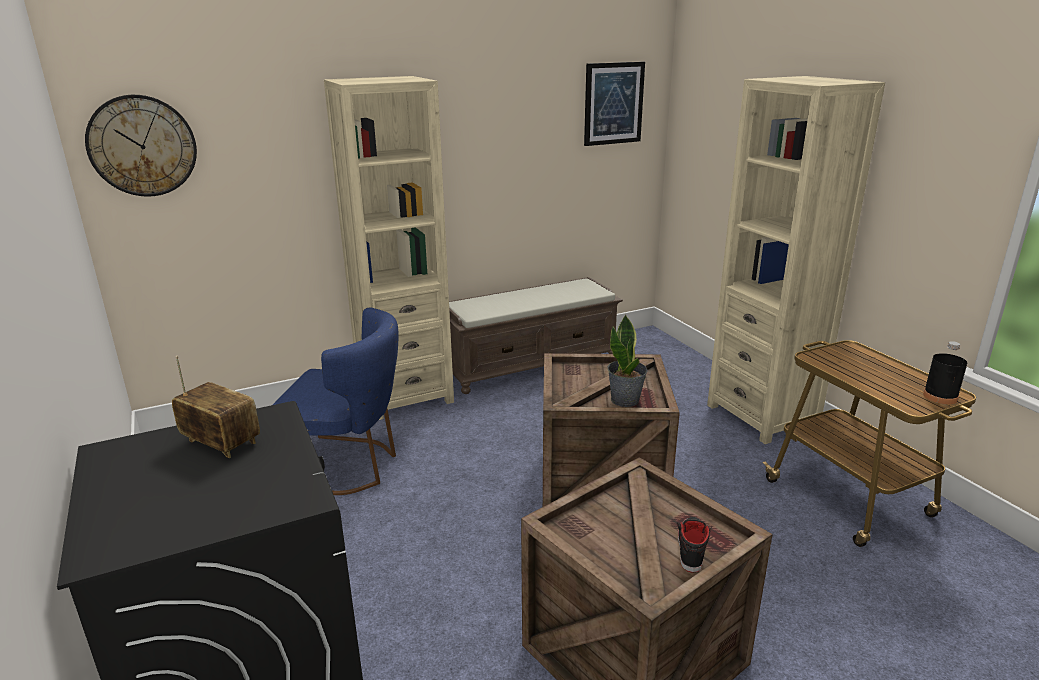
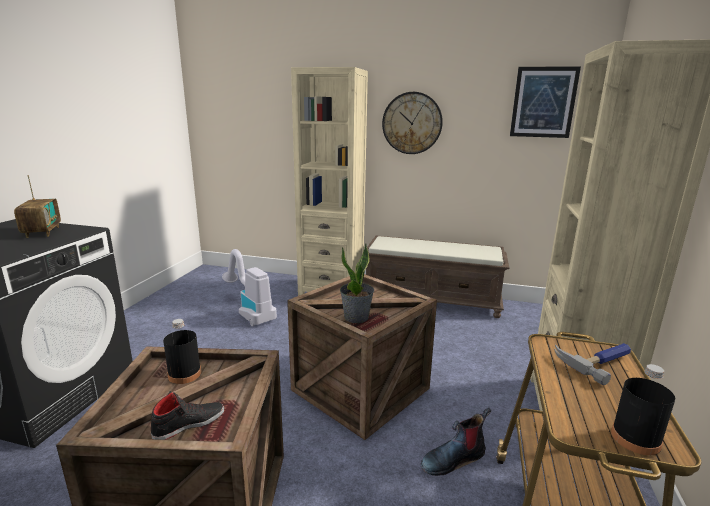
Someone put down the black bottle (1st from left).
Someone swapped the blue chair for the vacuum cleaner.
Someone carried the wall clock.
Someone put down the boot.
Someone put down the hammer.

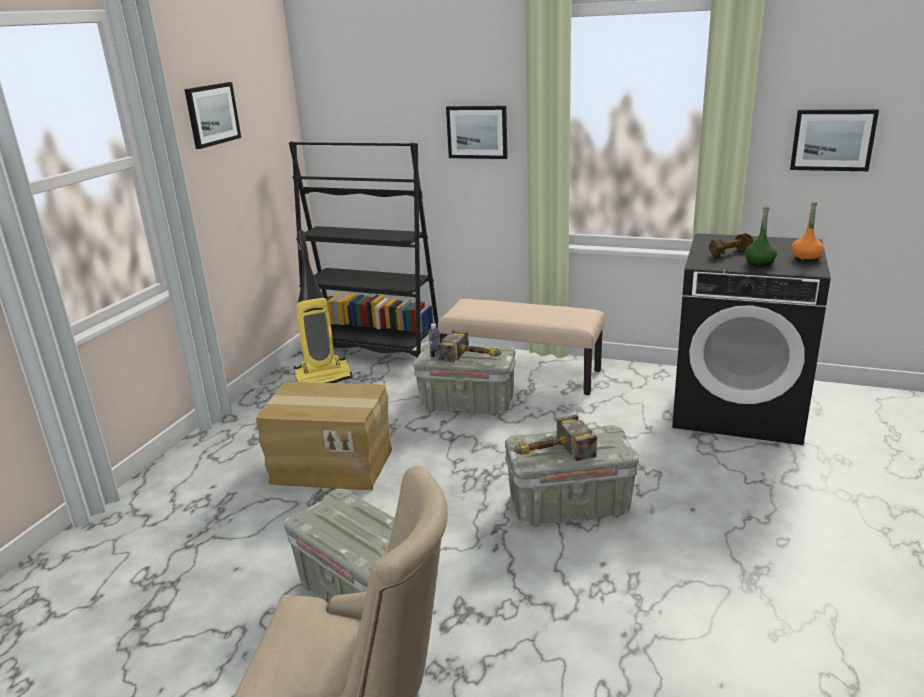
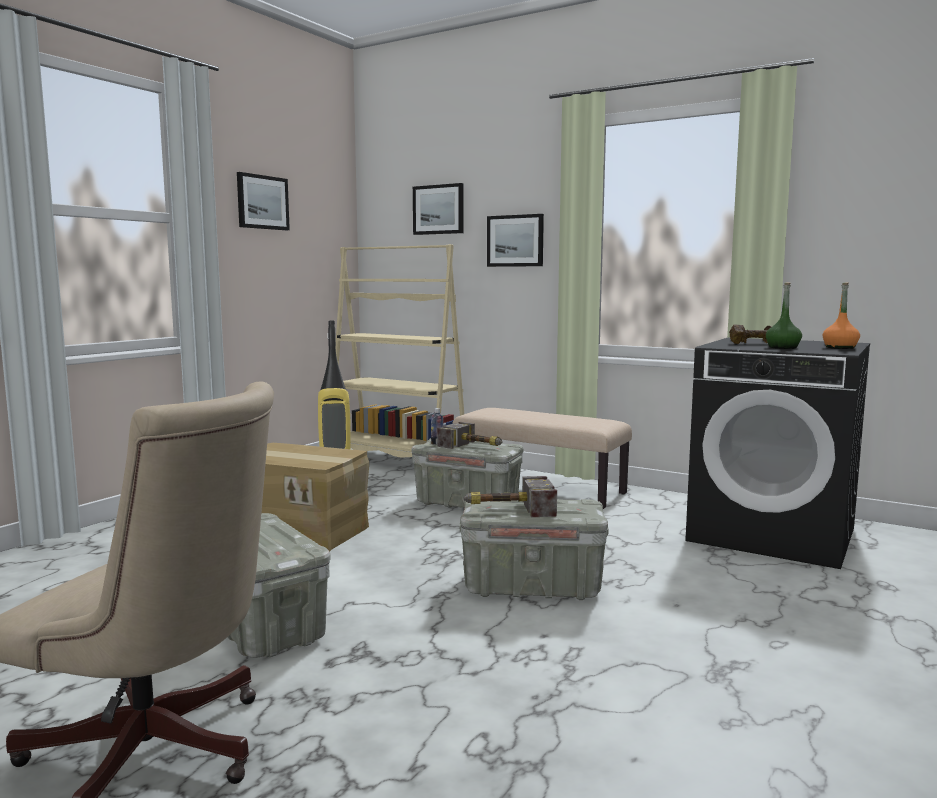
Someone repainted the black bookcase, which became the beige bookcase.
Someone carried the picture (3rd from left in the first image).

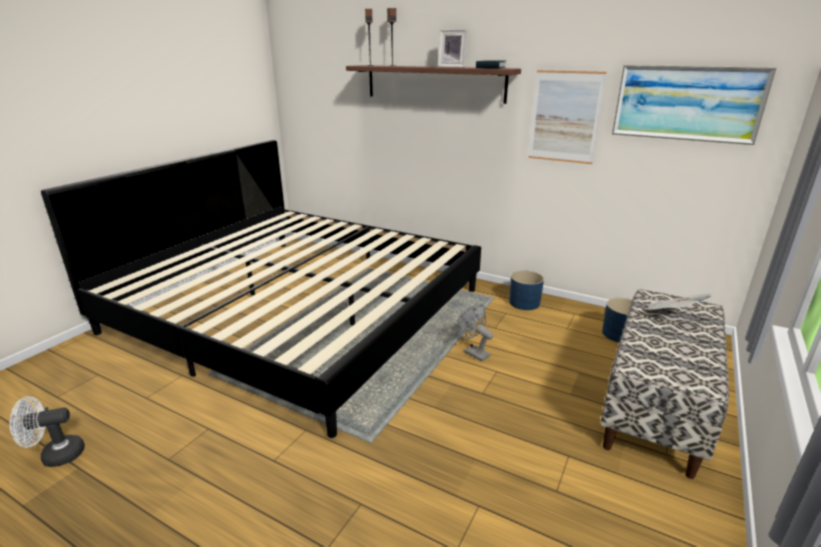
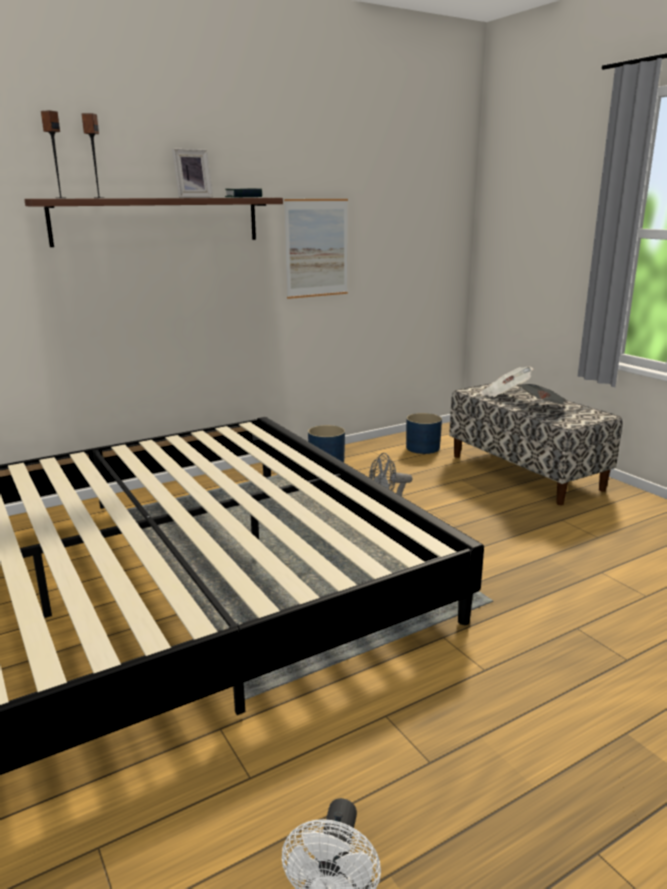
Someone put down the newspaper (2nd from left).
Someone took away the picture (2nd from left).

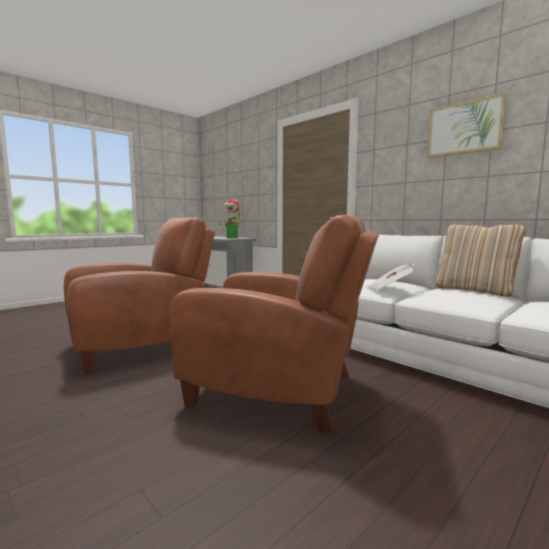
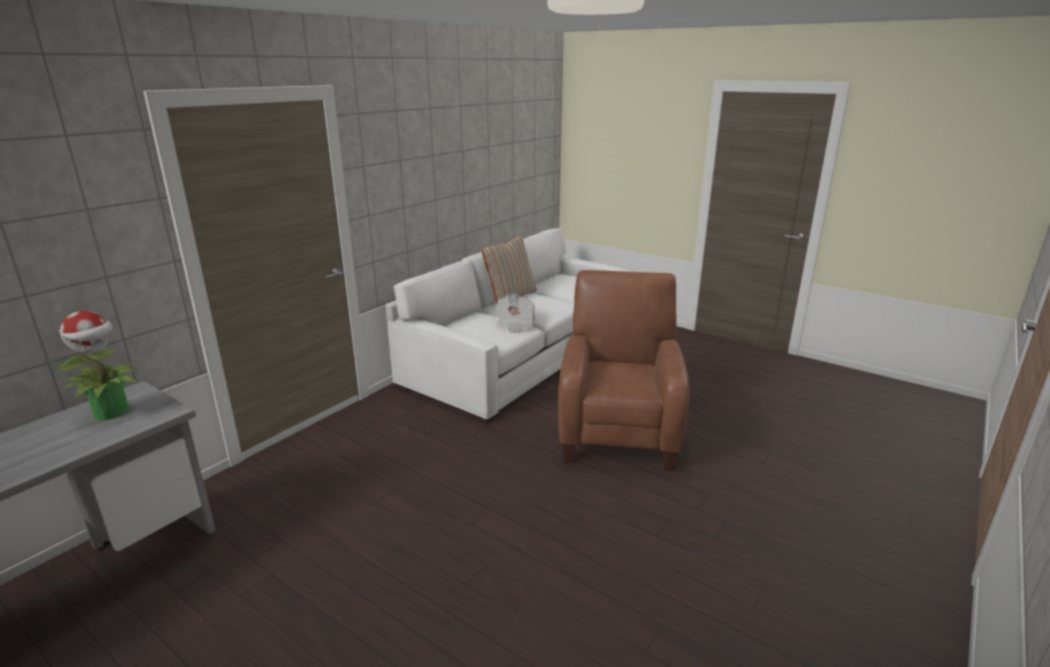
Someone took away the brown armchair (1st from left).
Someone took away the picture.

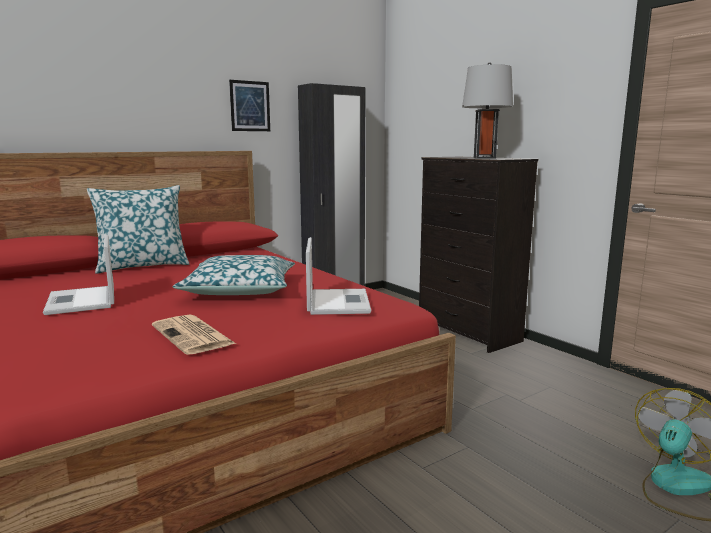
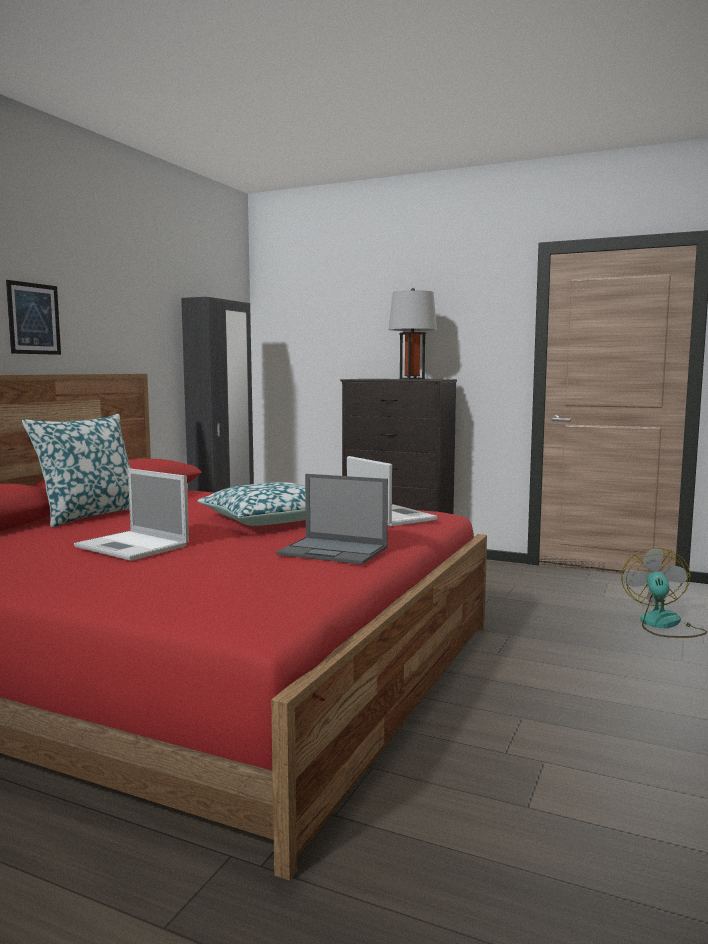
Someone carried the picture.
Someone swapped the newspaper for the laptop (2nd from left).

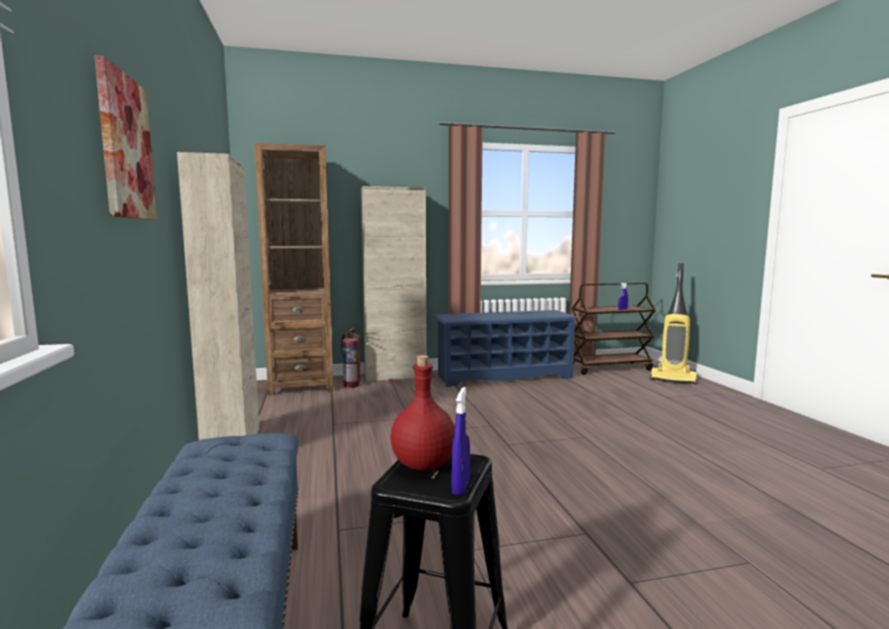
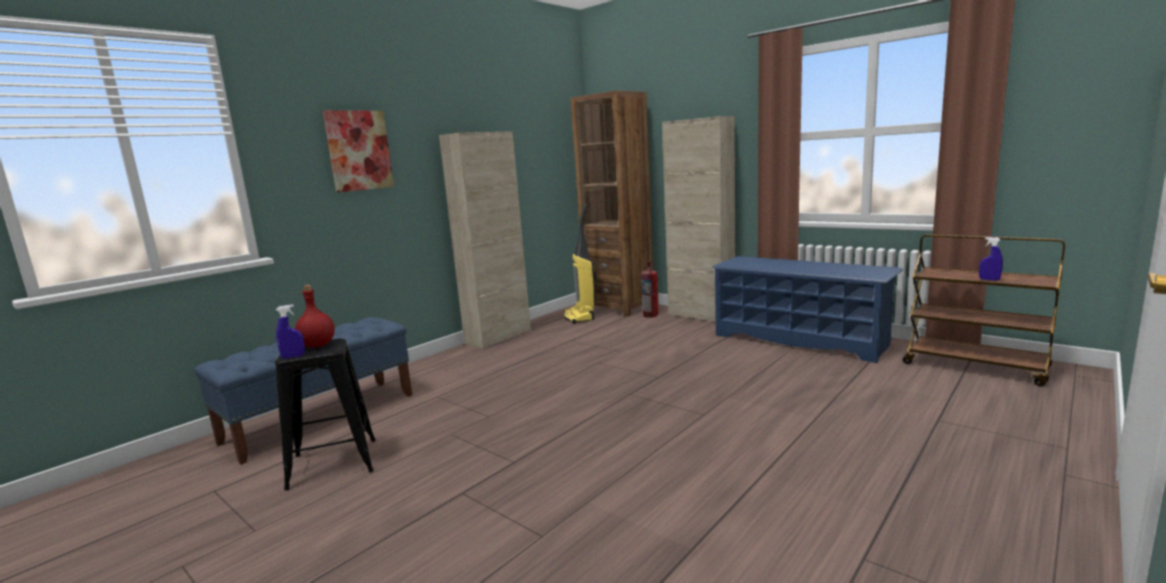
Someone carried the vacuum cleaner.

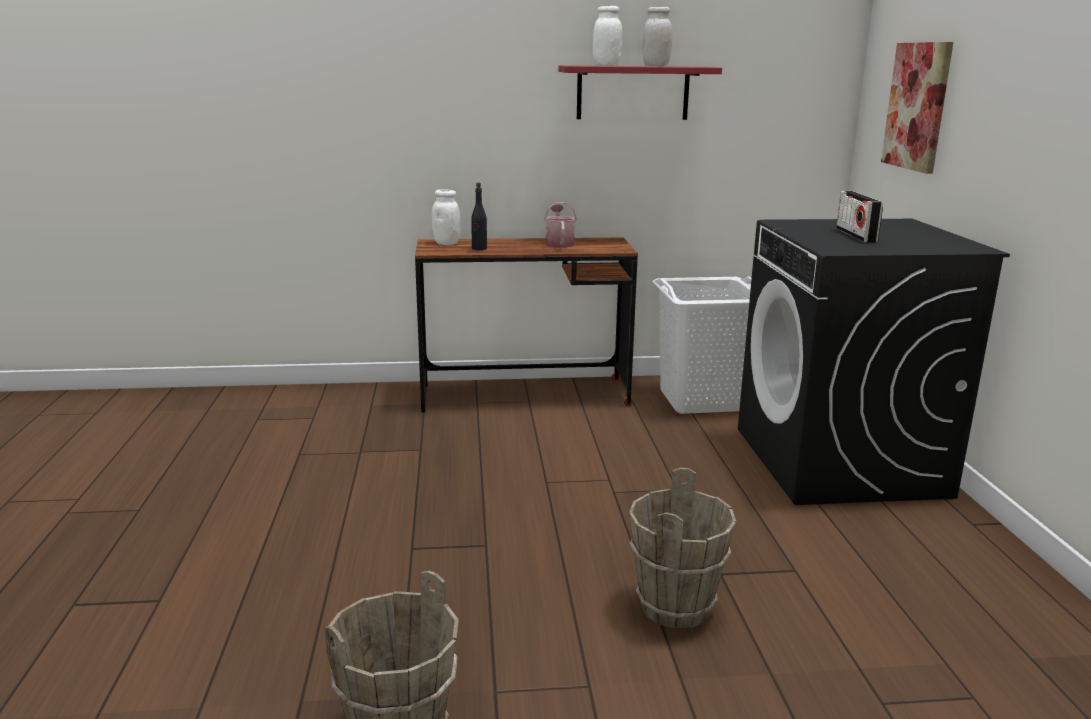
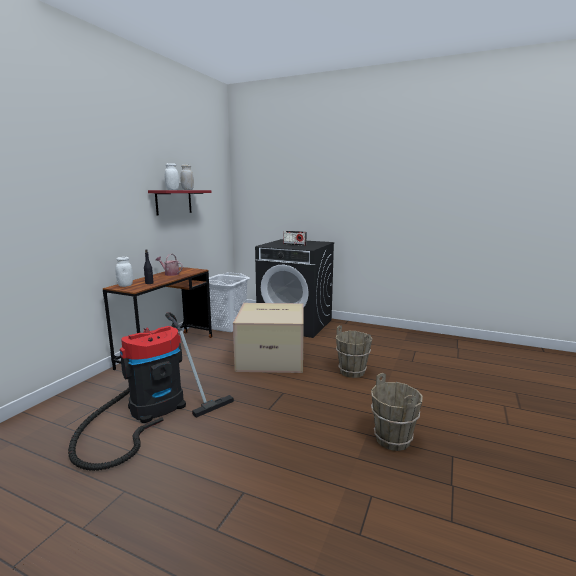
Someone put down the vacuum cleaner.
Someone put down the cardboard box.
Someone took away the picture.

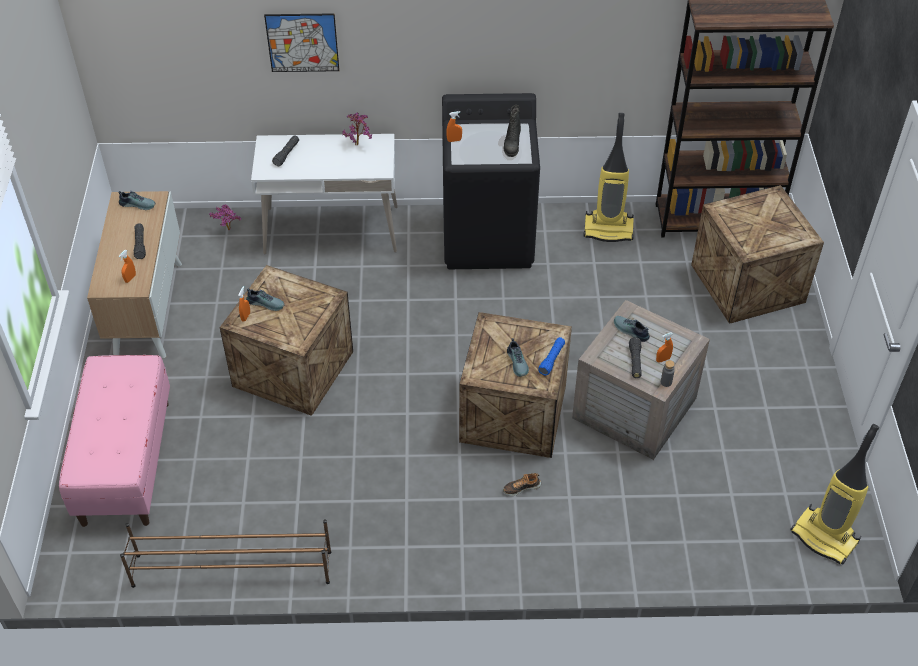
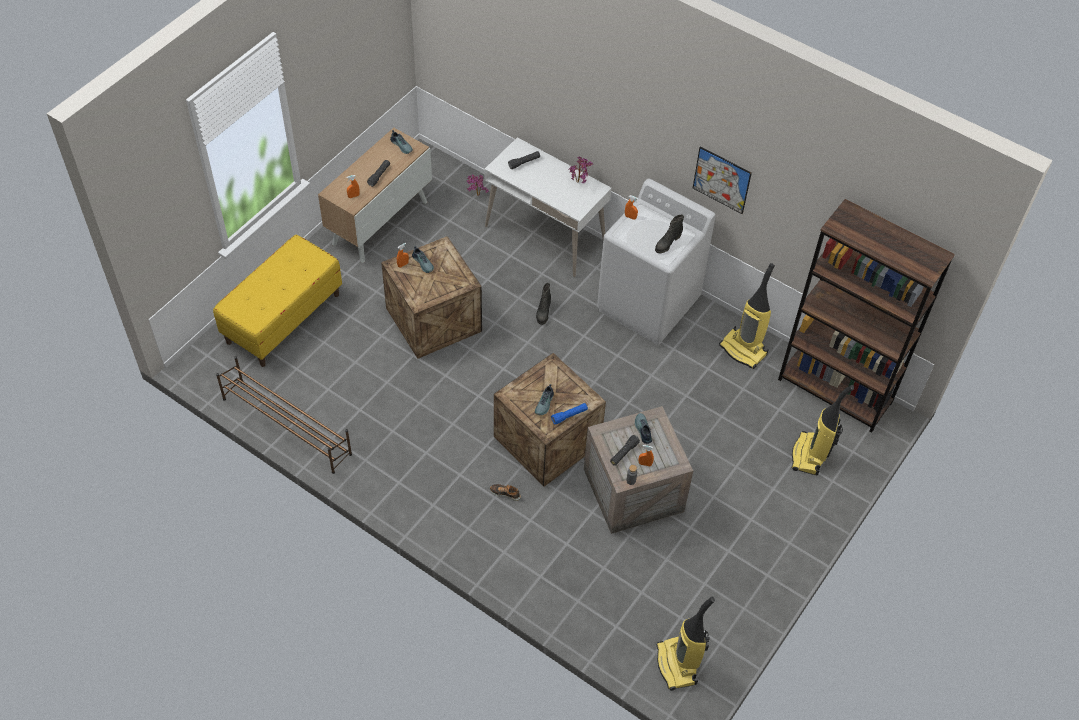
Someone repainted the pink bench, which became the yellow bench.
Someone put down the black boot (1st from left).
Someone repainted the black washing machine, which became the white washing machine.
Someone carried the picture.
Someone swapped the crate (4th from left) for the vacuum cleaner (3rd from left).

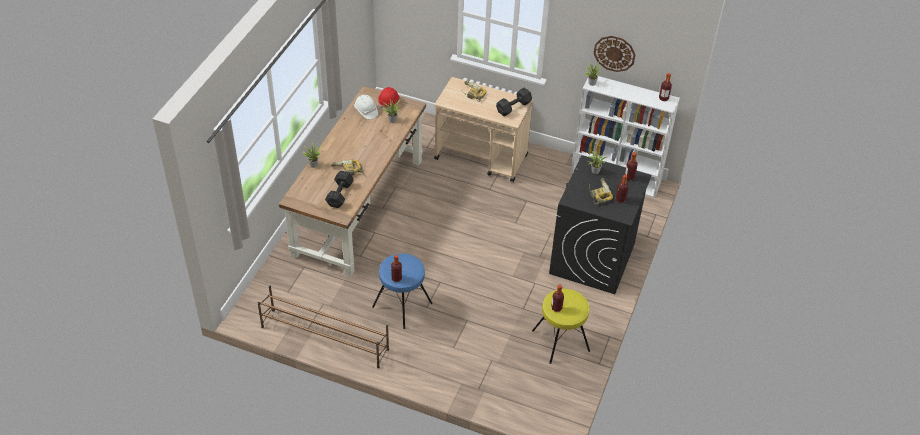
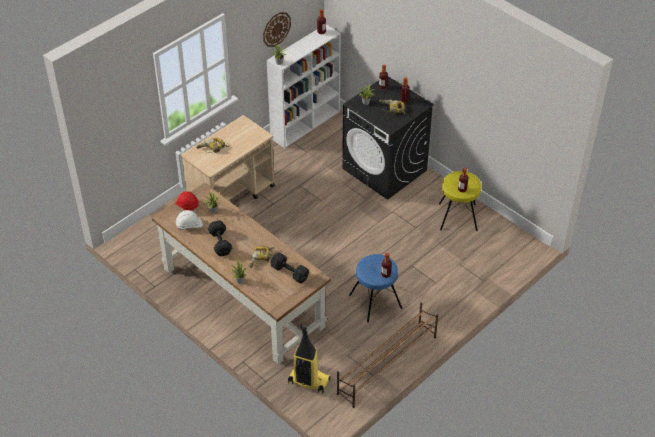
Someone carried the black dumbbell (2nd from left in the first image).
Someone put down the vacuum cleaner.

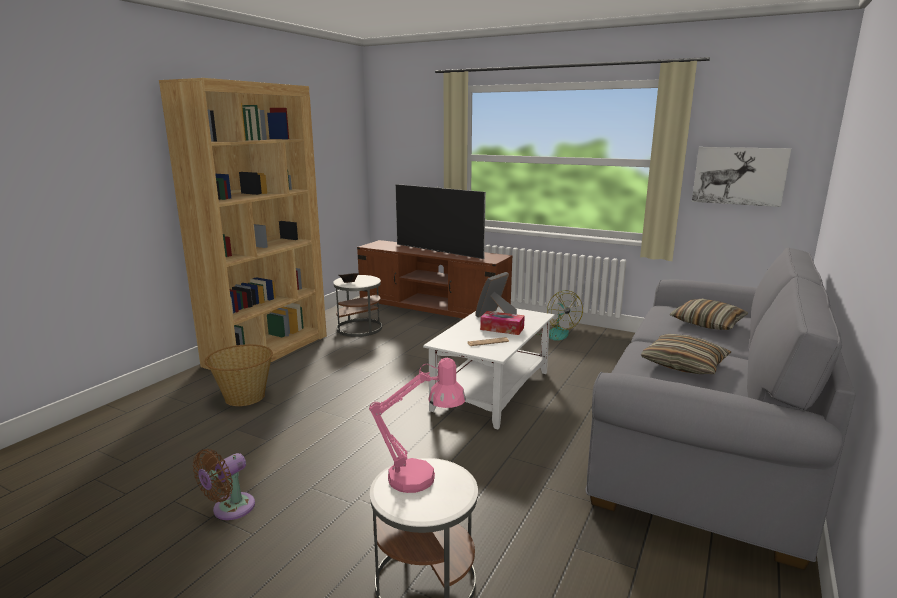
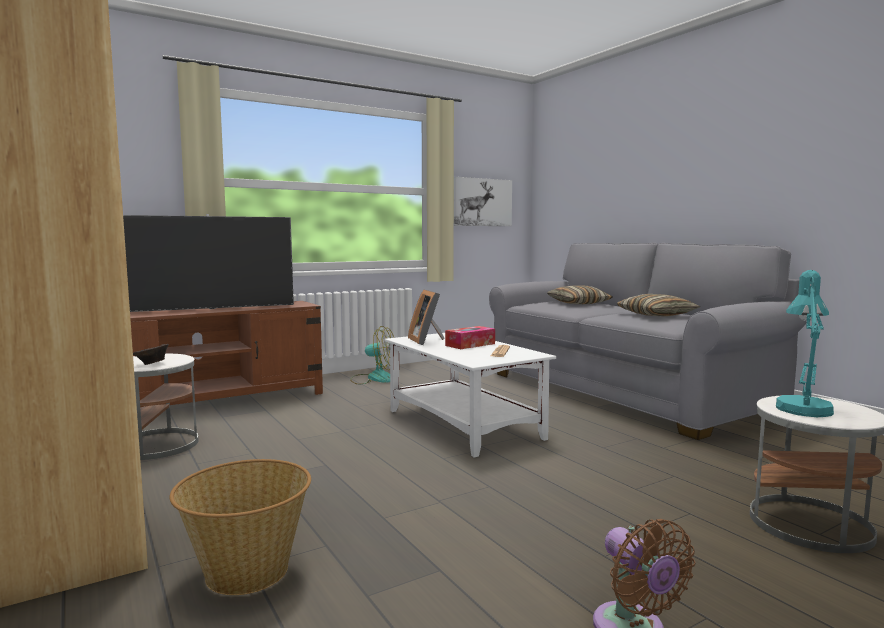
Someone repainted the pink table lamp, which became the turquoise table lamp.

